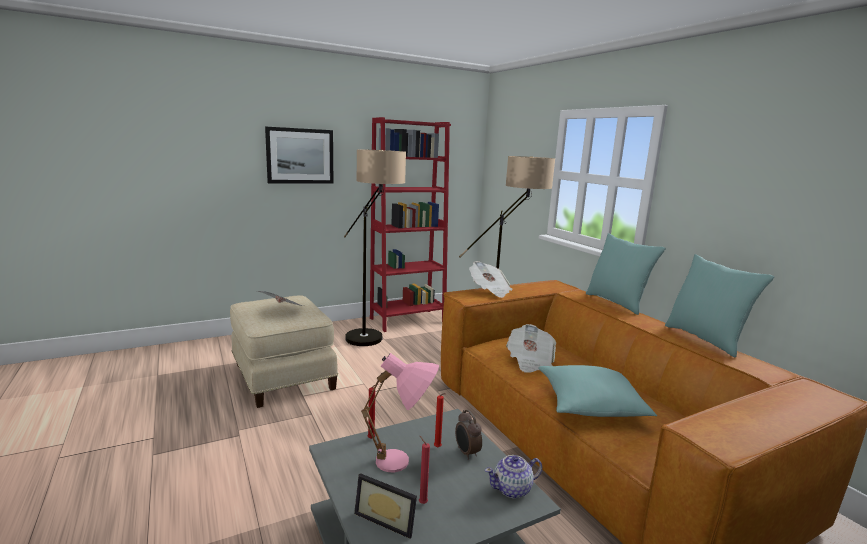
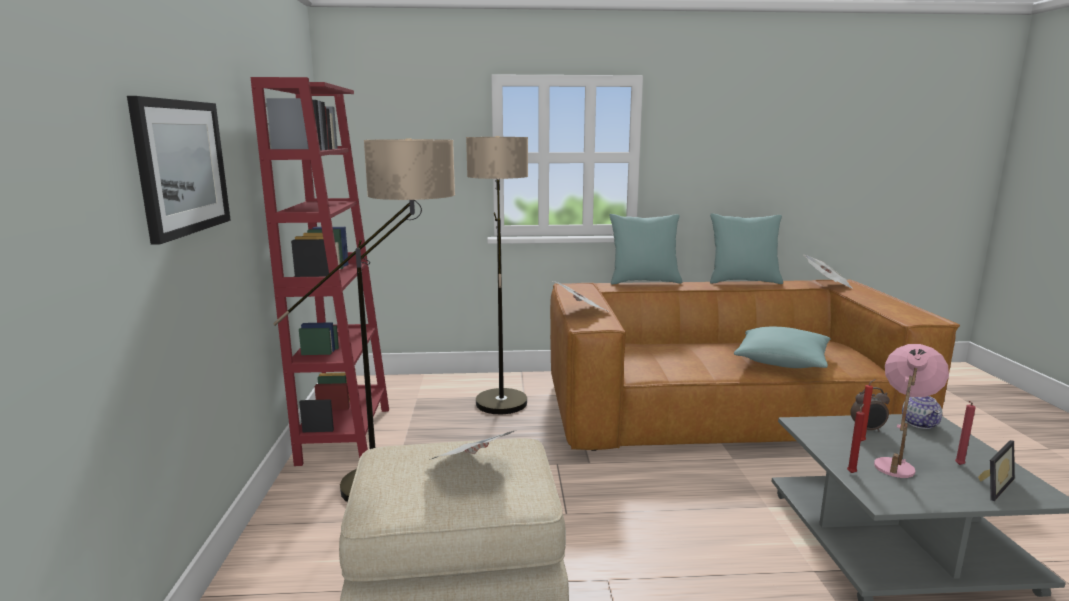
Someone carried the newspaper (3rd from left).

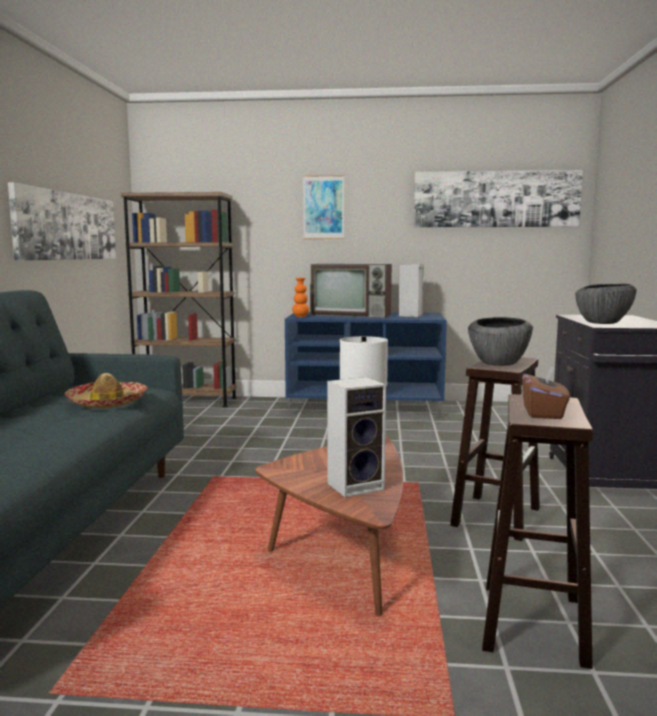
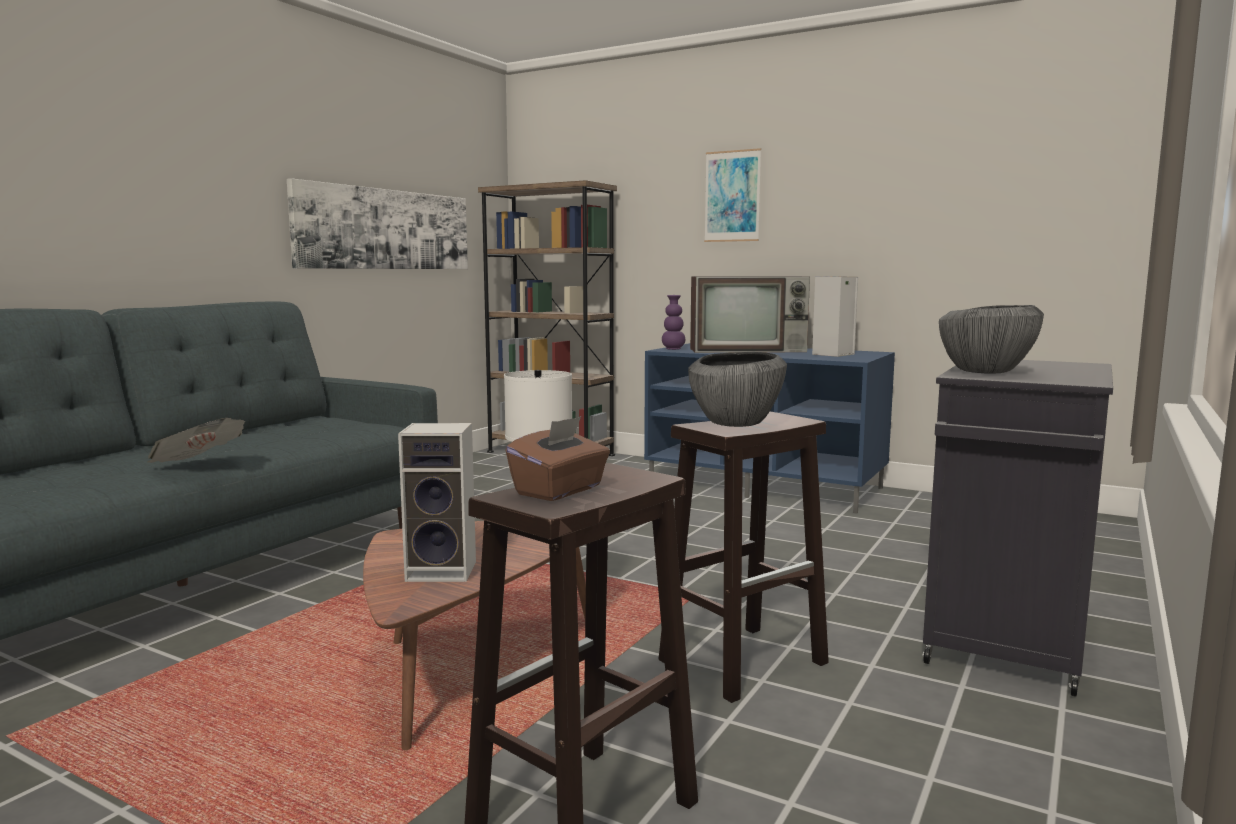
Someone put down the newspaper.
Someone repainted the orange vase, which became the purple vase.
Someone rotated the television by 45 degrees counterclockwise.
Someone took away the hat.
Someone took away the picture (3rd from left).

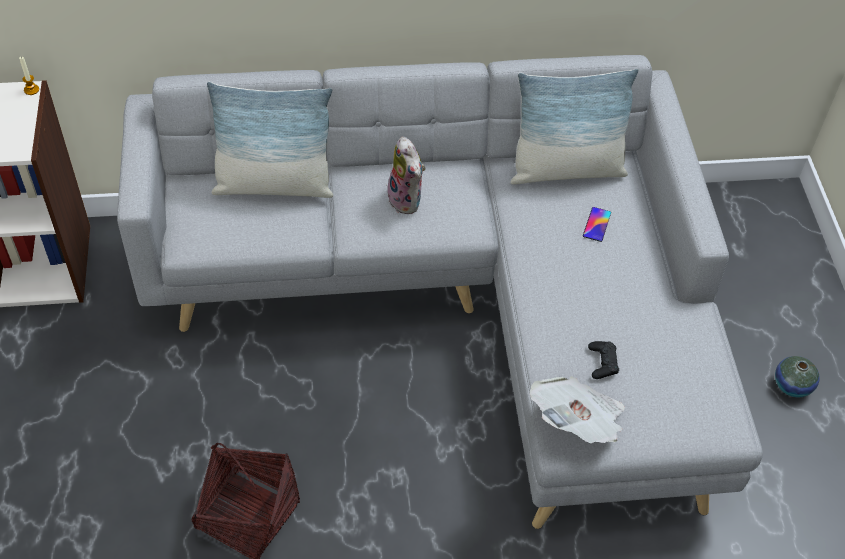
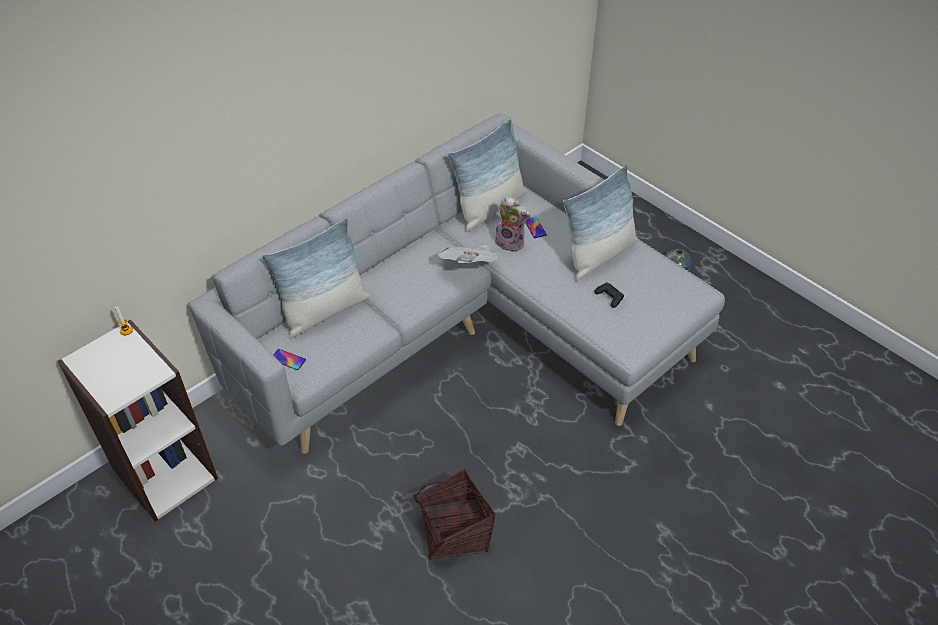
Someone put down the phone (1st from left).
Someone carried the newspaper.
Someone carried the plush toy.
Someone put down the pillow (3rd from left).

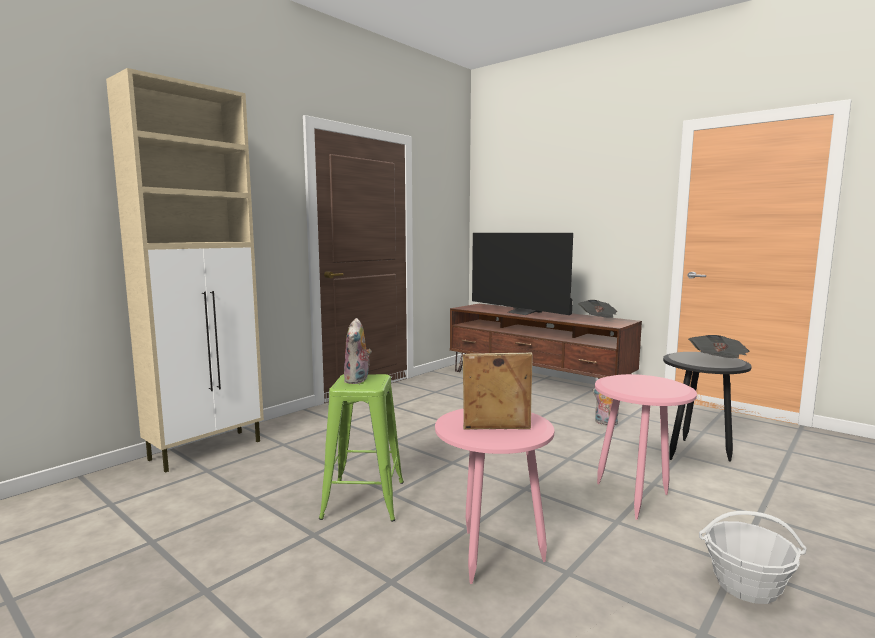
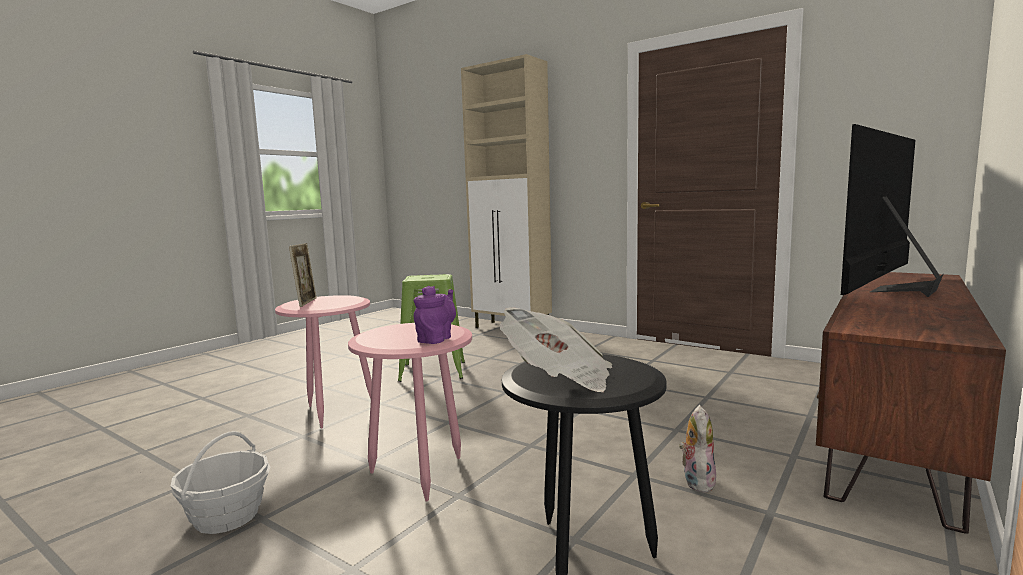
Someone put down the purple teapot.
Someone took away the plush toy (1st from left).
Someone took away the newspaper (1st from left).

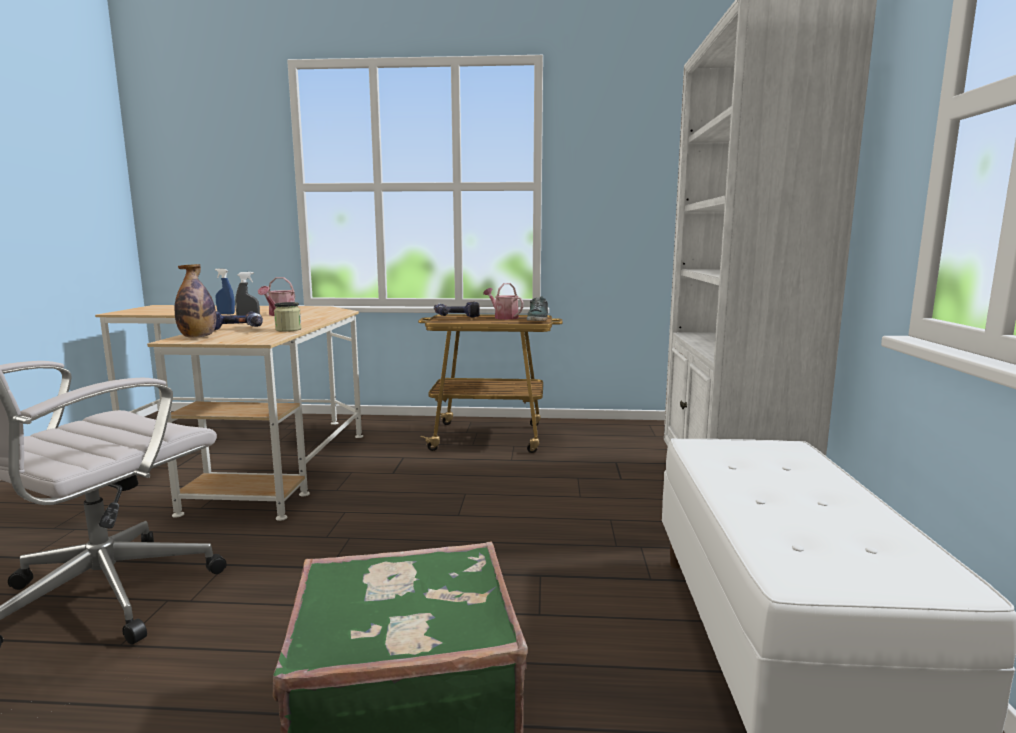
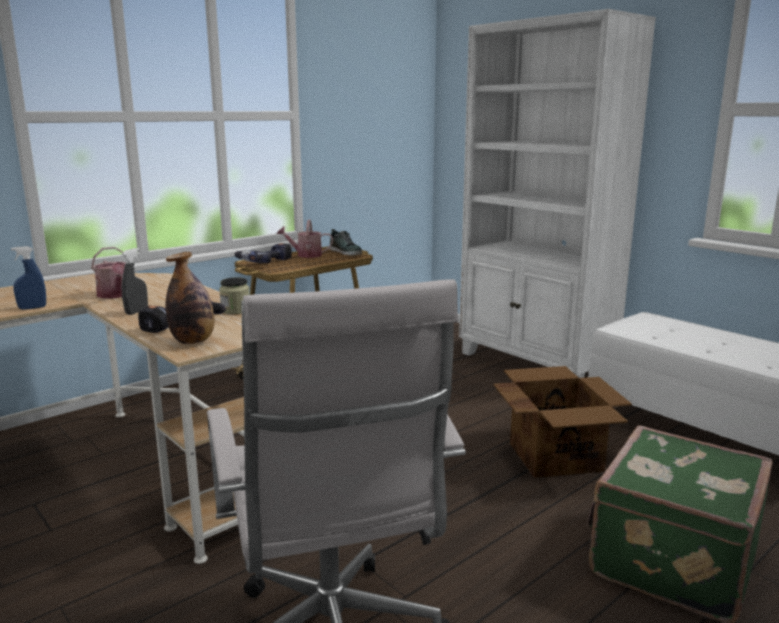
Someone put down the cardboard box.

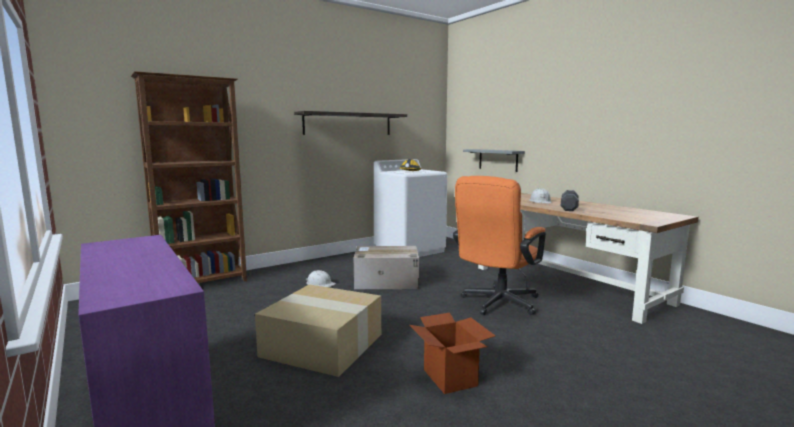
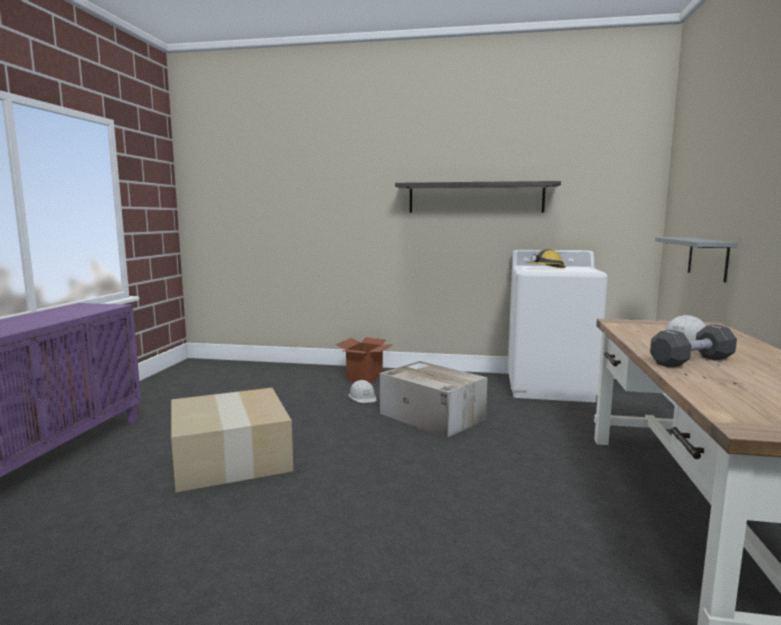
Someone carried the cardboard box (3rd from left in the first image).
Someone took away the brown bookcase.
Someone took away the orange office chair.

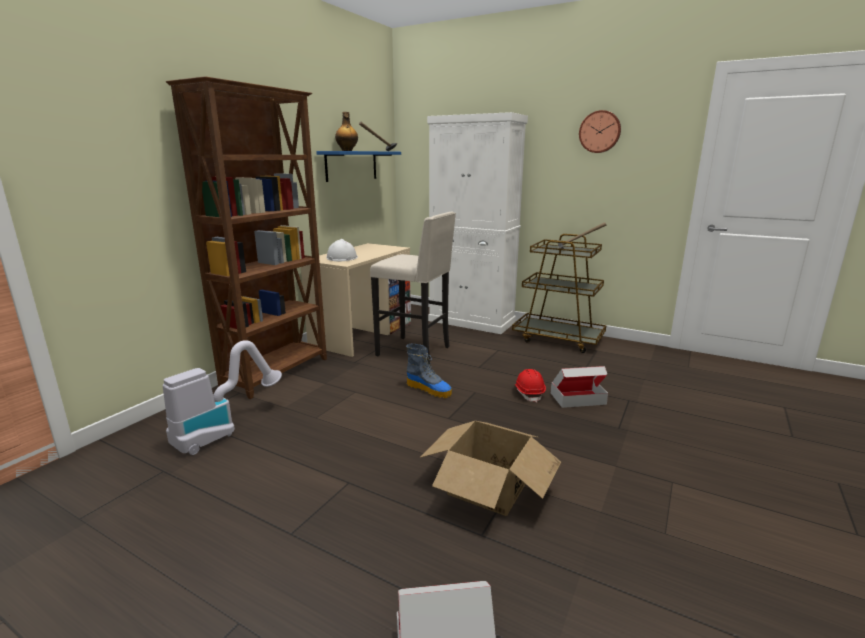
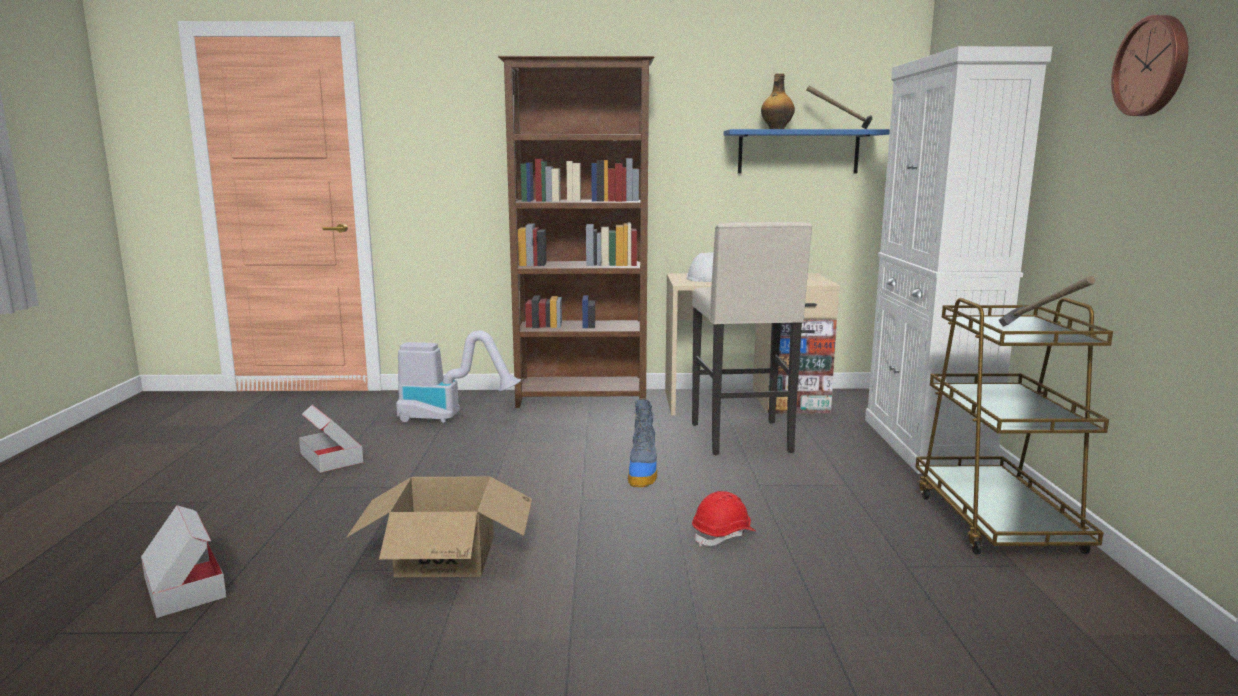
Someone carried the cardboard box (3rd from left in the first image).

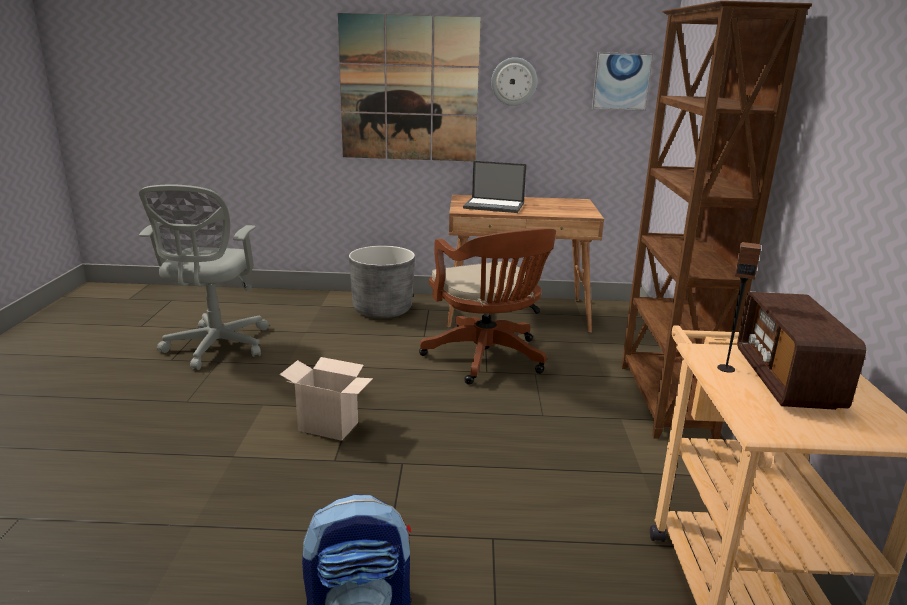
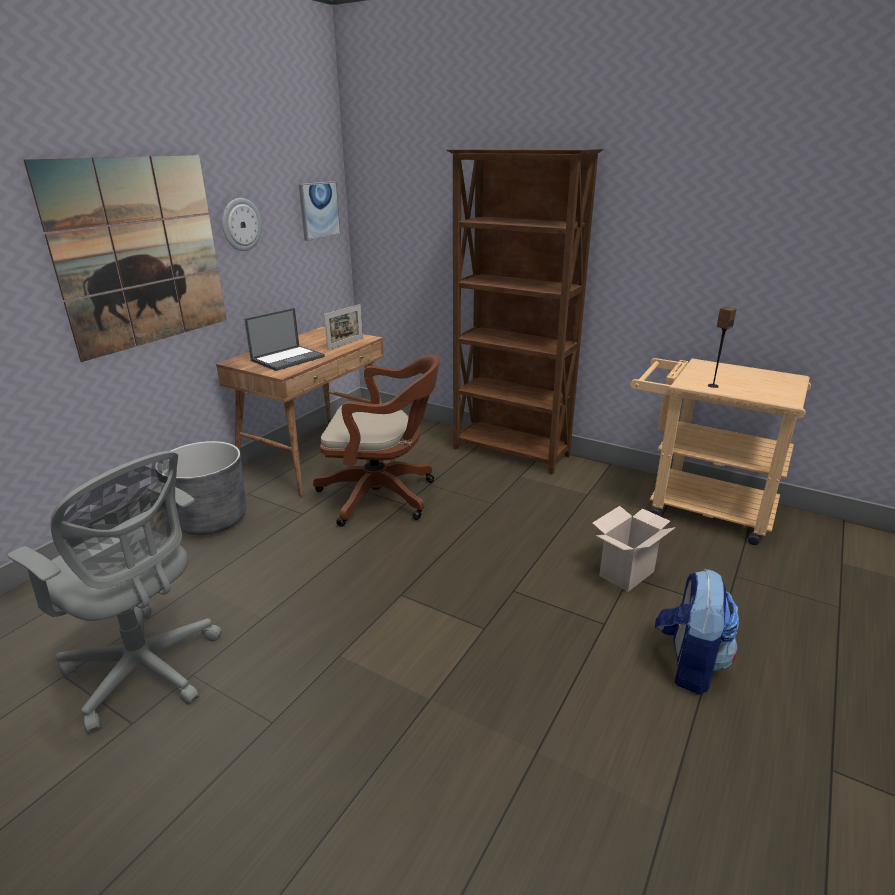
Someone put down the picture frame.
Someone carried the cardboard box.
Someone took away the radio.

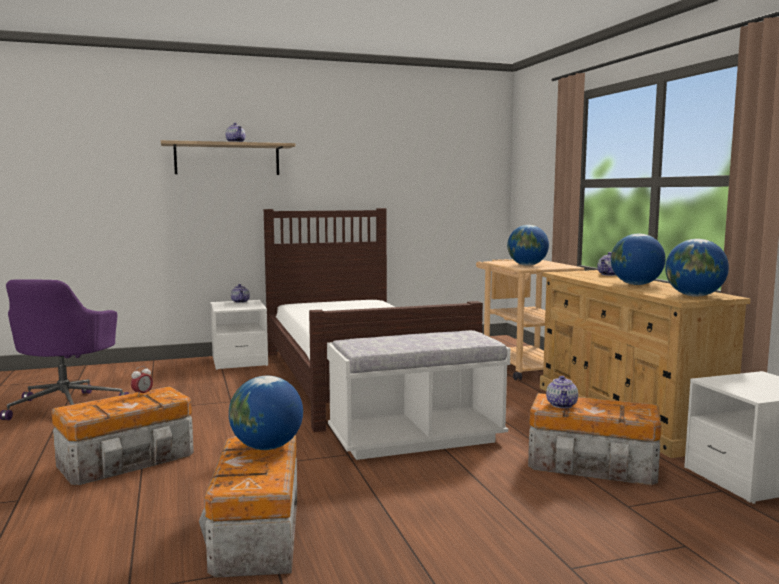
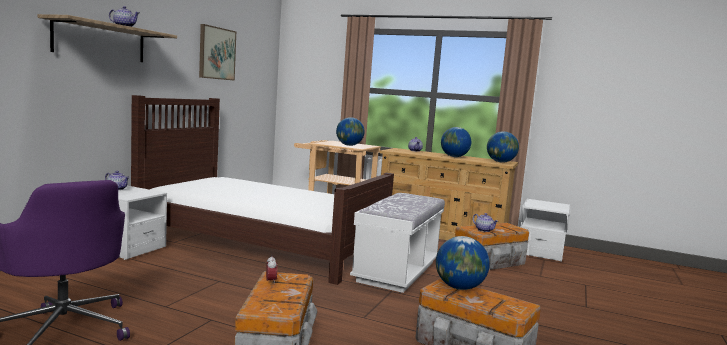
Someone put up the picture.

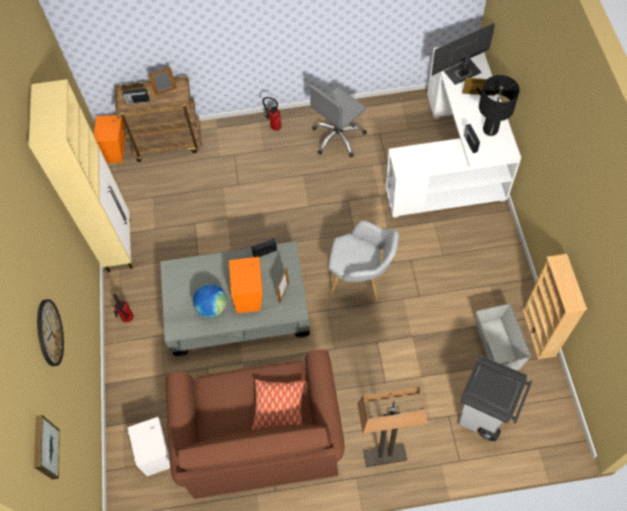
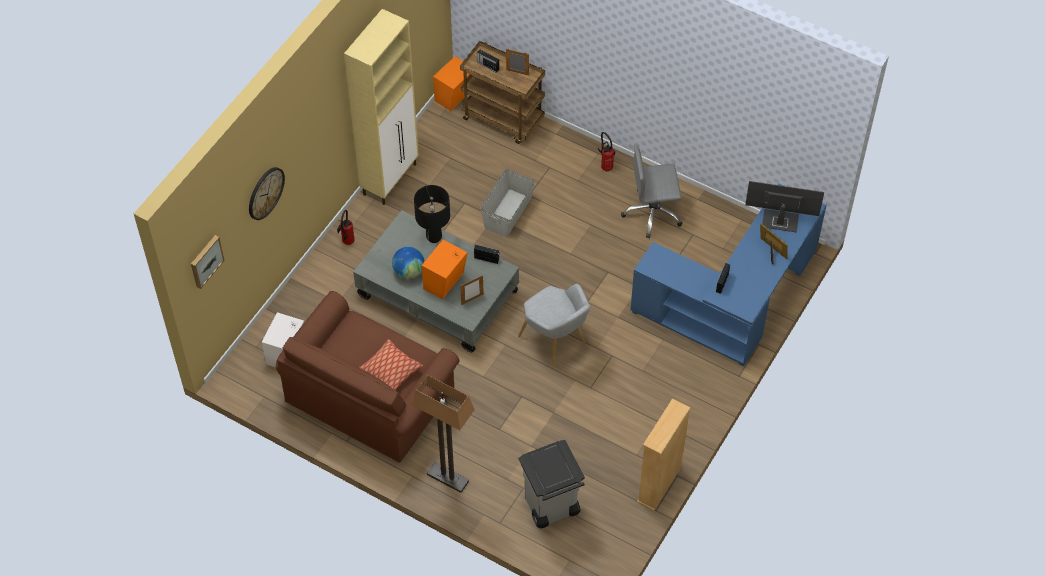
Someone carried the black table lamp.
Someone carried the grey storage box.
Someone repainted the white desk, which became the blue desk.

